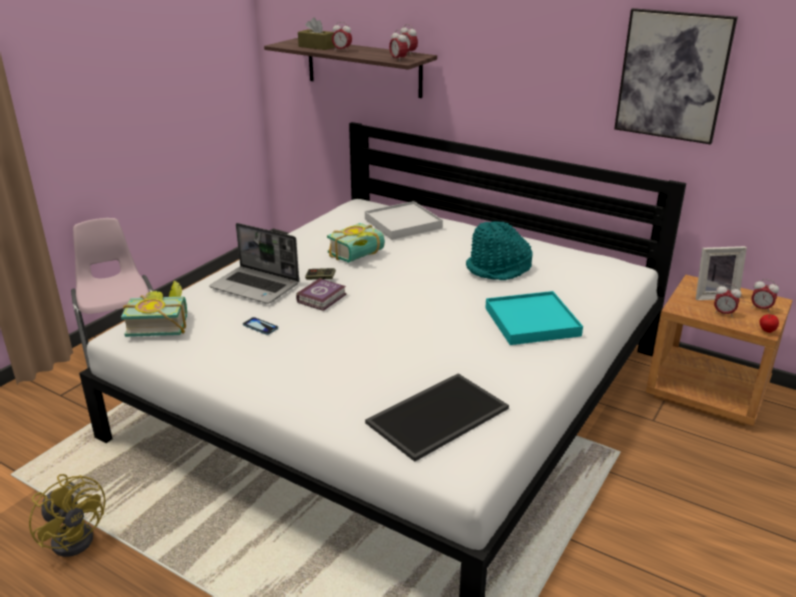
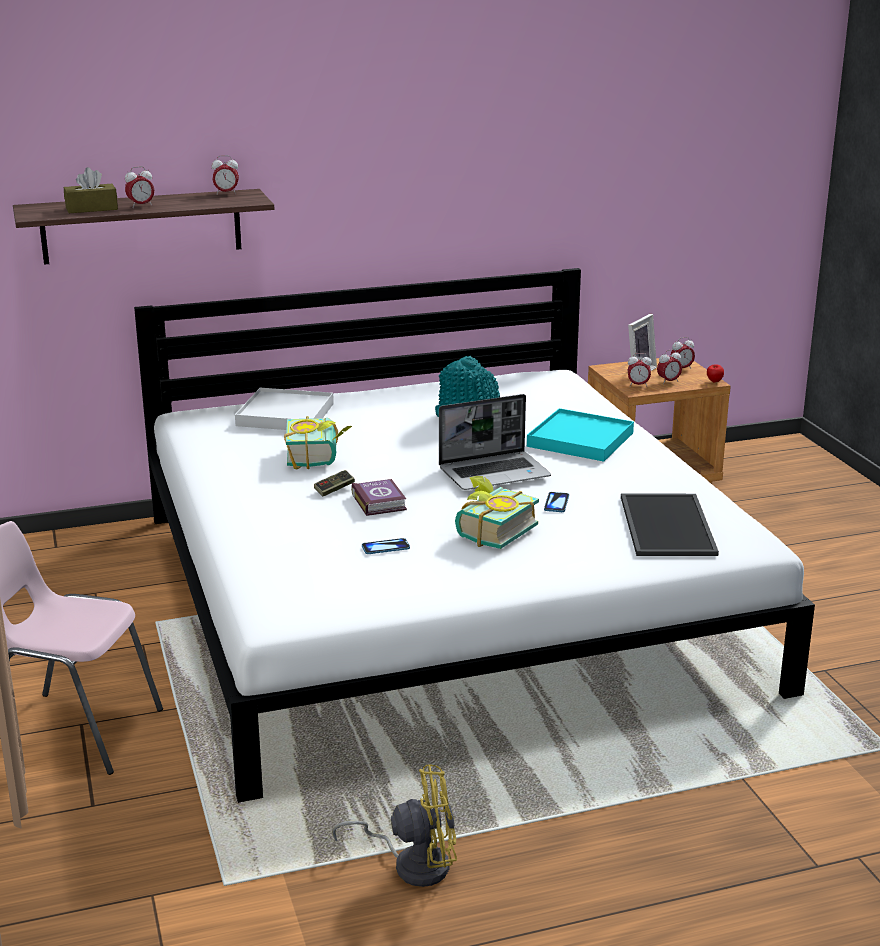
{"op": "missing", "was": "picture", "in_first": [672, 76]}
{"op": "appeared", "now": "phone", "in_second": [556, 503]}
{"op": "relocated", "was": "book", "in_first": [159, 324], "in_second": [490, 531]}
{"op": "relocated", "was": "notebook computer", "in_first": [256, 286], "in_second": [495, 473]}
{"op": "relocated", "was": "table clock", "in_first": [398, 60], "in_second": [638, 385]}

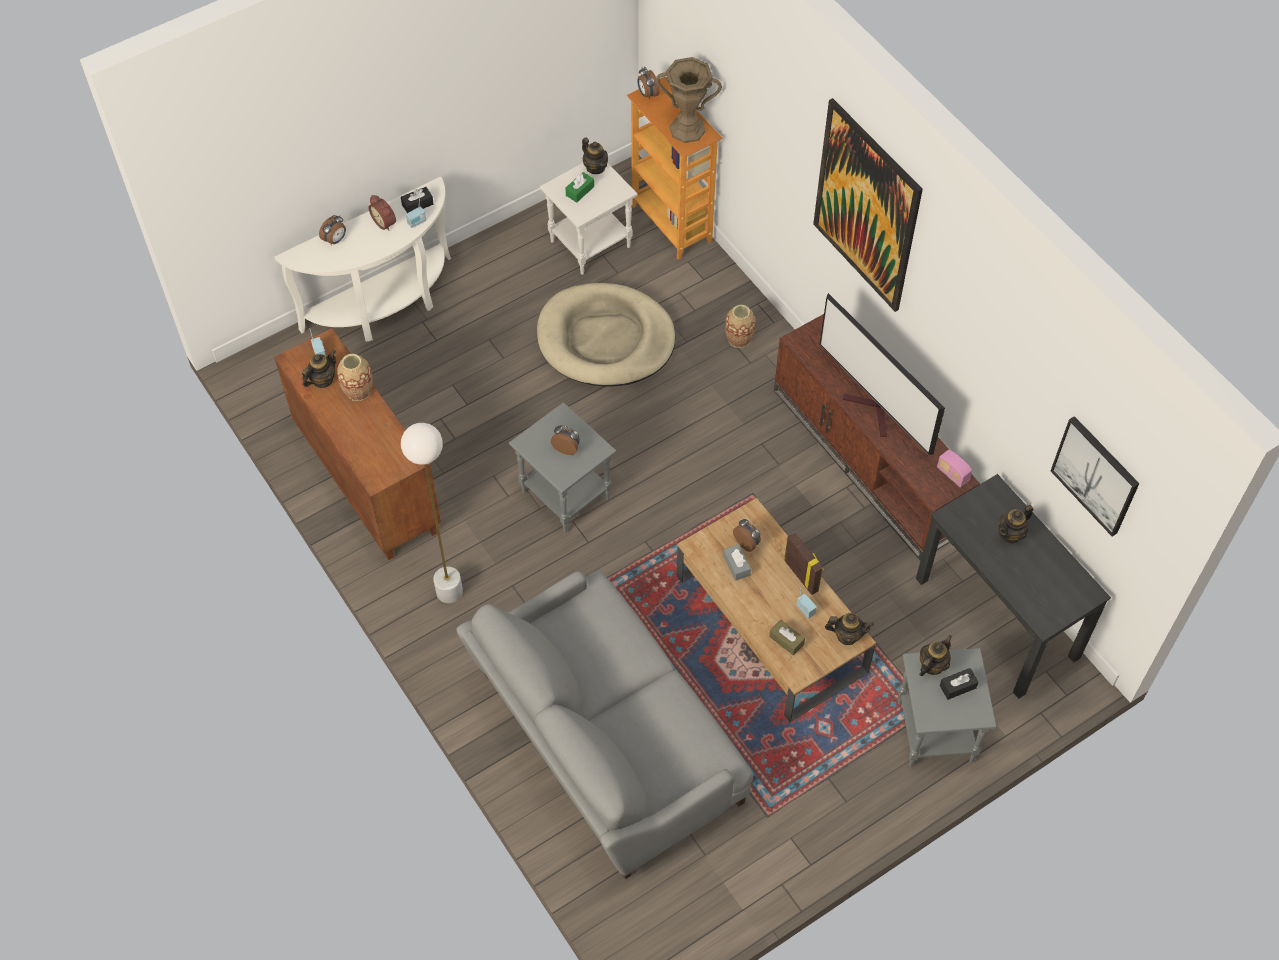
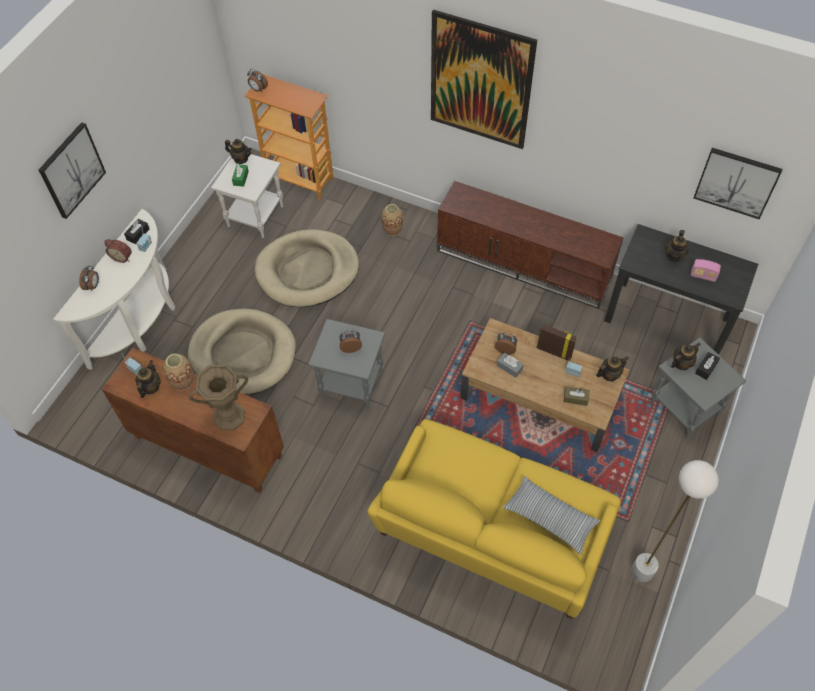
{"op": "missing", "was": "TV set", "in_first": [874, 411]}
{"op": "appeared", "now": "picture", "in_second": [71, 170]}
{"op": "appeared", "now": "pet bed in sand-coloured", "in_second": [243, 354]}
{"op": "appeared", "now": "throw pillow", "in_second": [550, 518]}
{"op": "relocated", "was": "floor lamp in white", "in_first": [449, 591], "in_second": [642, 571]}
{"op": "relocated", "was": "vase in brownish", "in_first": [687, 129], "in_second": [229, 416]}
{"op": "relocated", "was": "radio receiver", "in_first": [952, 474], "in_second": [703, 276]}
{"op": "colour", "was": "settee in greyish", "now": "settee in yellow", "in_first": [605, 739], "in_second": [491, 531]}
{"op": "spun", "was": "pot for tea", "in_first": [932, 665], "in_second": [681, 363], "clockwise": 45}

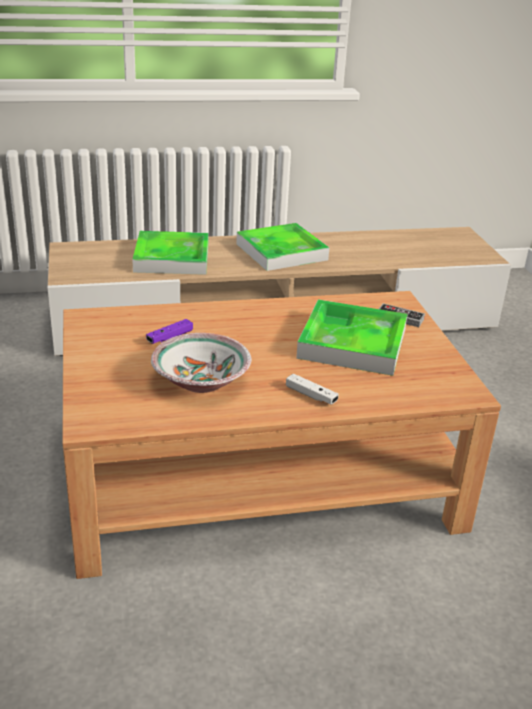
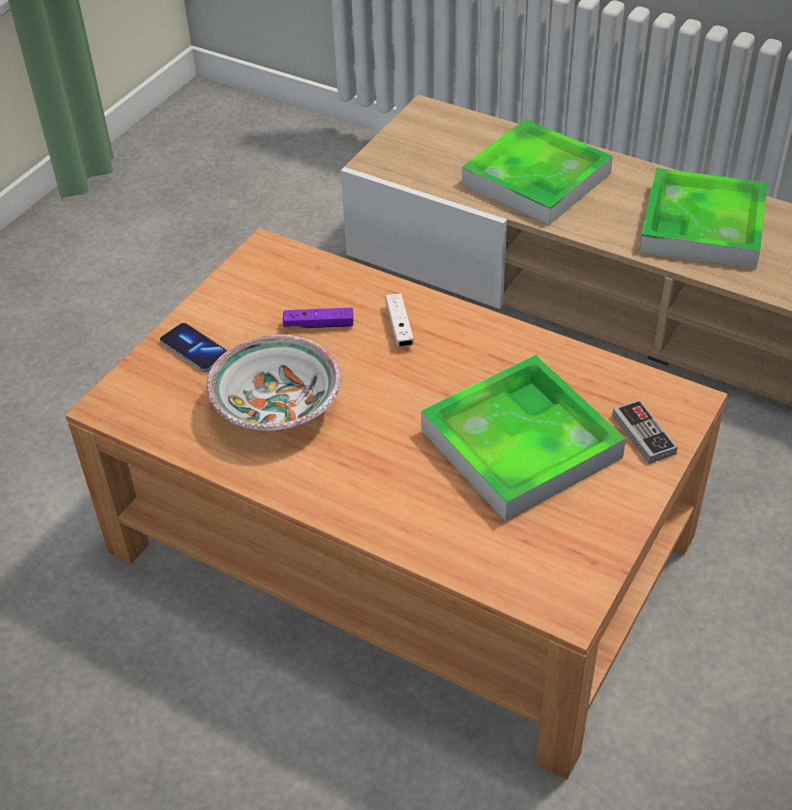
{"op": "appeared", "now": "phone", "in_second": [194, 349]}
{"op": "relocated", "was": "joypad in white", "in_first": [311, 395], "in_second": [399, 327]}

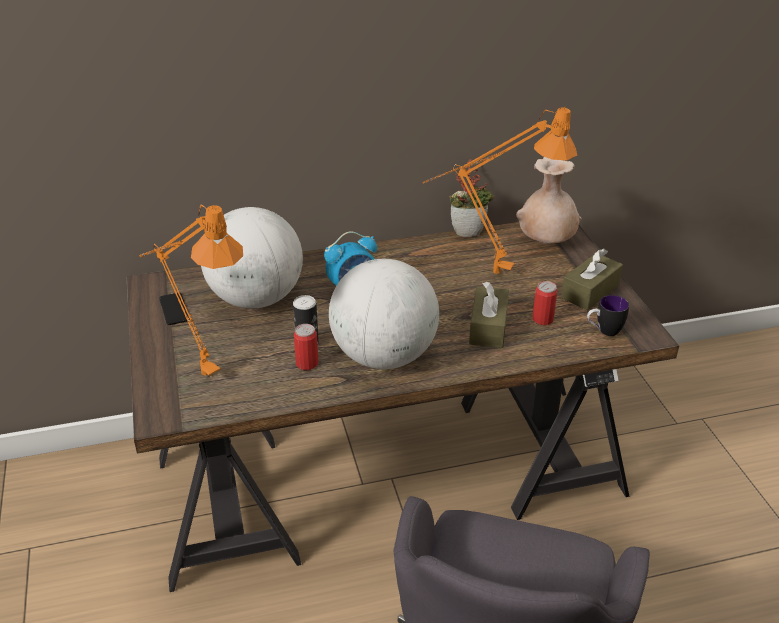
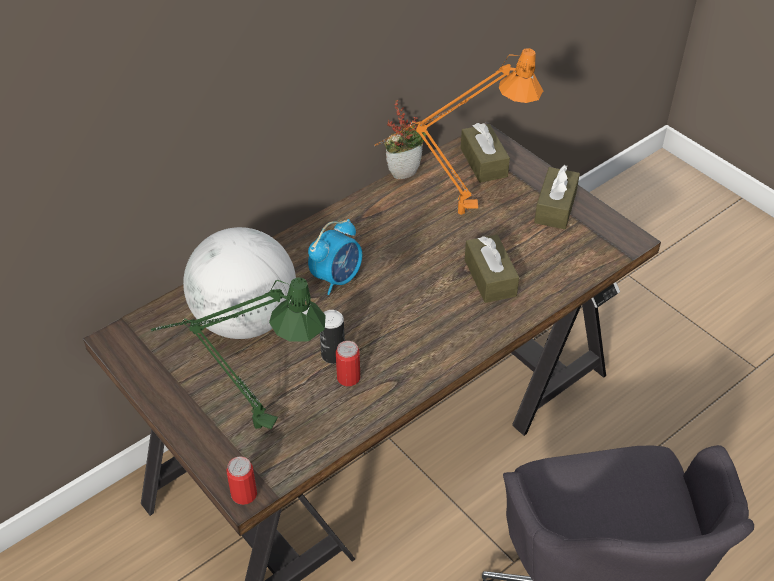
{"op": "missing", "was": "phone", "in_first": [174, 309]}
{"op": "missing", "was": "globe", "in_first": [384, 356]}
{"op": "missing", "was": "coffee mug", "in_first": [603, 331]}
{"op": "relocated", "was": "metal can", "in_first": [542, 319], "in_second": [244, 494]}
{"op": "exchanged", "was": "vase in sand-coloured", "now": "box of tissues in brownish", "in_first": [545, 242], "in_second": [483, 162]}
{"op": "colour", "was": "lamp for a table in orange-coloured", "now": "lamp for a table in green", "in_first": [199, 370], "in_second": [247, 424]}

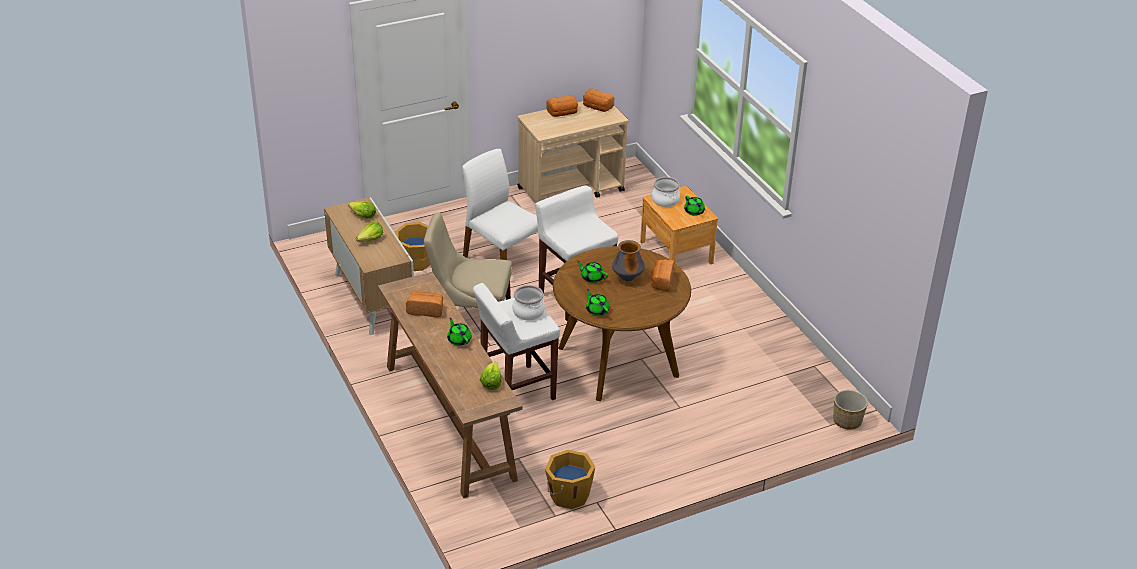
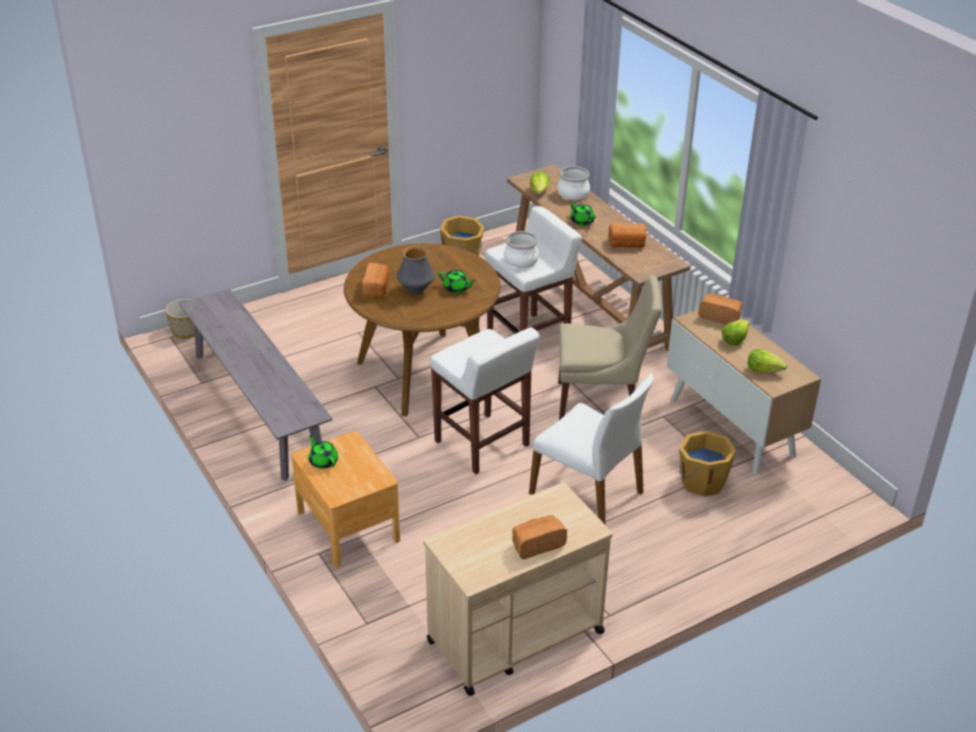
{"op": "missing", "was": "pot for tea in green", "in_first": [597, 310]}
{"op": "appeared", "now": "bench in greyish", "in_second": [257, 408]}
{"op": "relocated", "was": "bakery bread", "in_first": [597, 107], "in_second": [720, 317]}
{"op": "relocated", "was": "saucepot", "in_first": [665, 200], "in_second": [573, 193]}

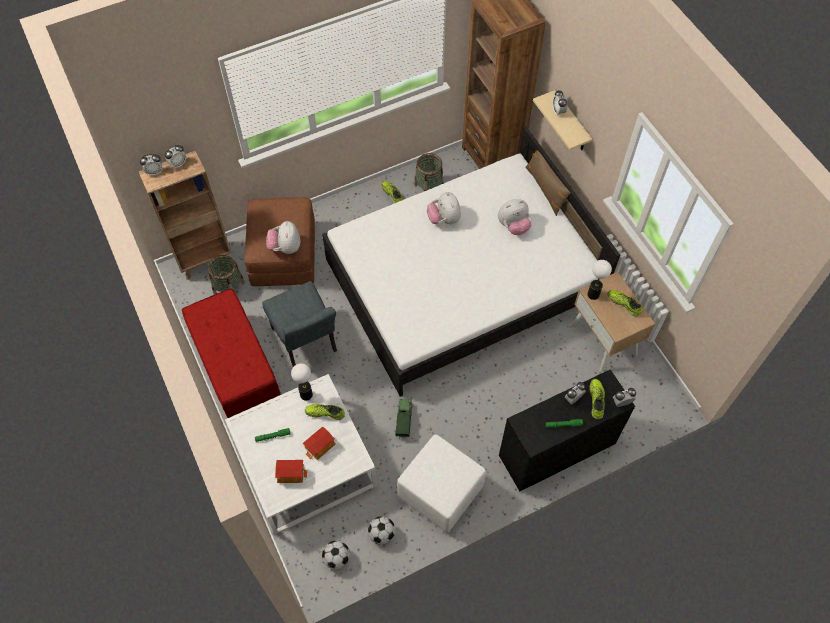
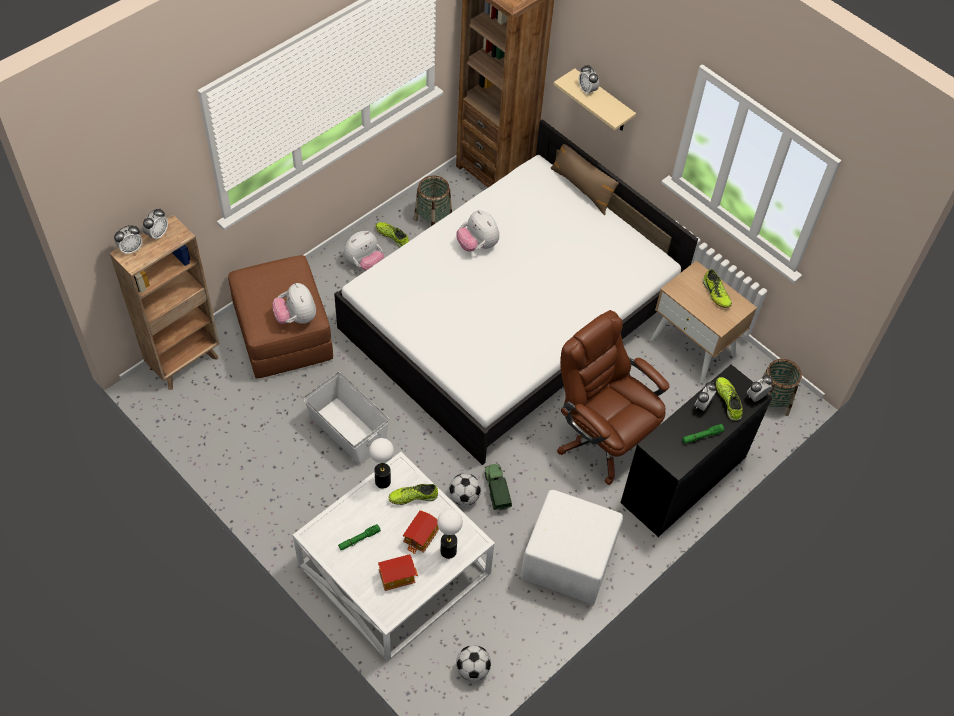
{"op": "missing", "was": "bench in red-coloured", "in_first": [236, 368]}
{"op": "appeared", "now": "computer chair in brownish", "in_second": [603, 438]}
{"op": "relocated", "was": "basket", "in_first": [229, 288], "in_second": [771, 402]}
{"op": "relocated", "was": "football", "in_first": [382, 534], "in_second": [464, 497]}
{"op": "relocated", "was": "cuddly toy", "in_first": [513, 226], "in_second": [364, 263]}
{"op": "relocated", "was": "lamp for a table", "in_first": [593, 294], "in_second": [448, 551]}
{"op": "exchanged", "was": "plain chair in greyish", "now": "storage box in white", "in_first": [306, 344], "in_second": [348, 431]}
{"op": "spun", "was": "low shoe", "in_first": [624, 304], "in_second": [716, 294], "clockwise": -135}

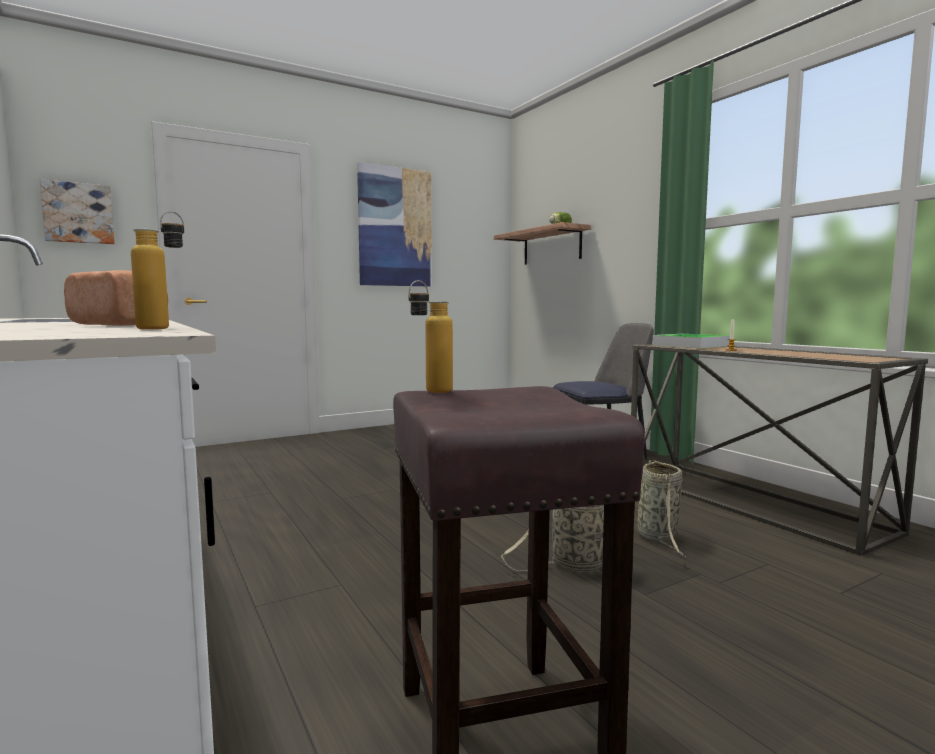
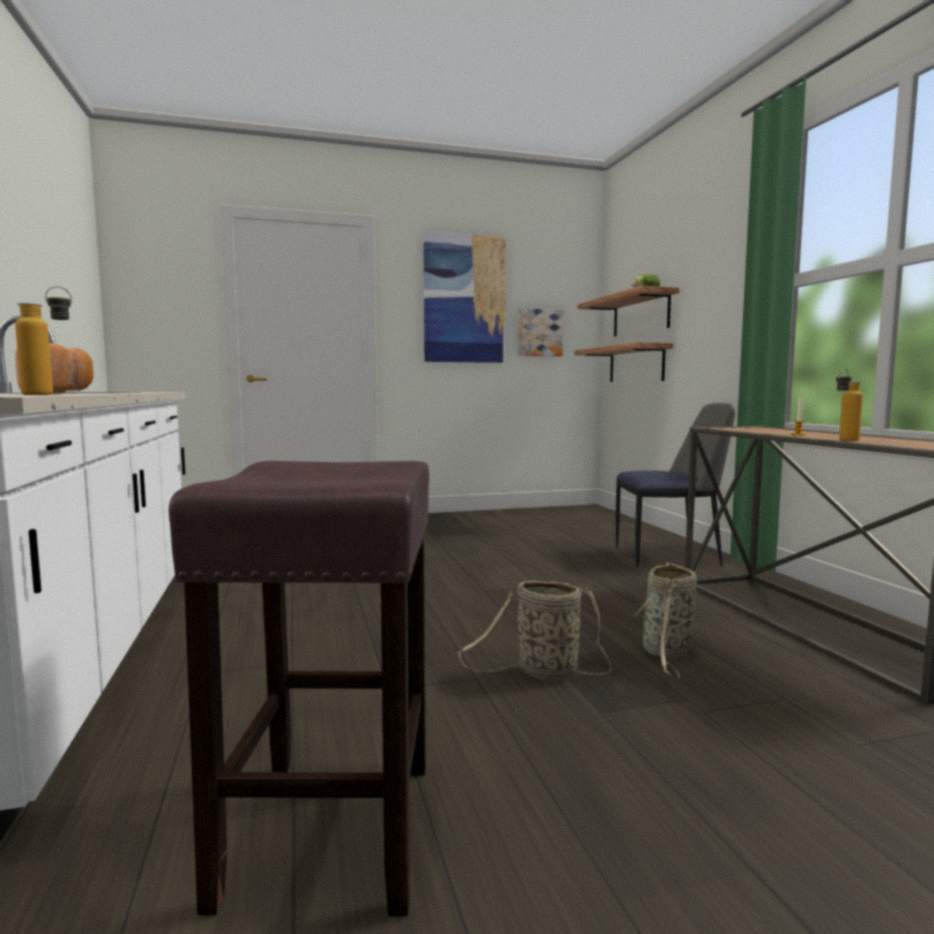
{"op": "missing", "was": "tray", "in_first": [690, 345]}
{"op": "appeared", "now": "bracket shelf", "in_second": [636, 364]}
{"op": "relocated", "was": "picture", "in_first": [78, 213], "in_second": [539, 332]}
{"op": "relocated", "was": "drink bottle", "in_first": [430, 392], "in_second": [844, 440]}

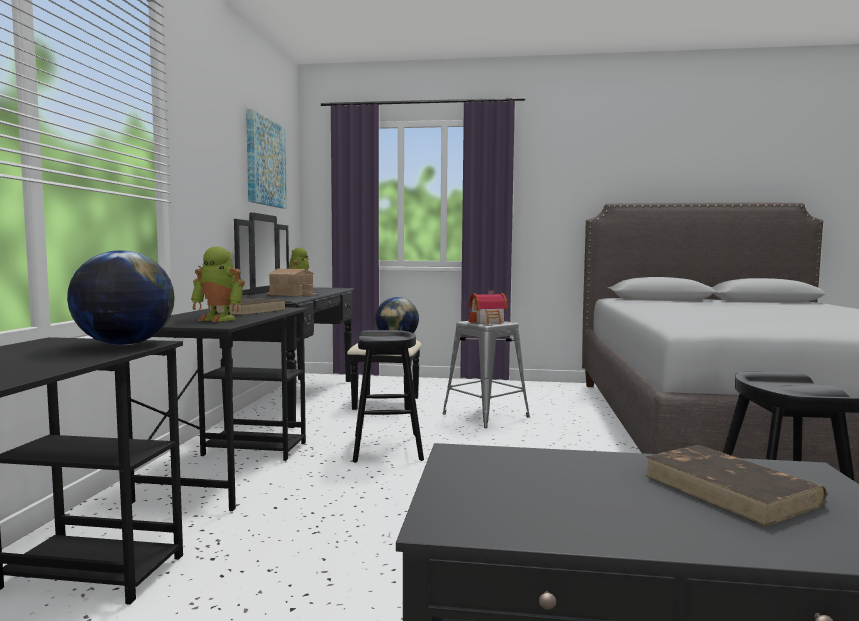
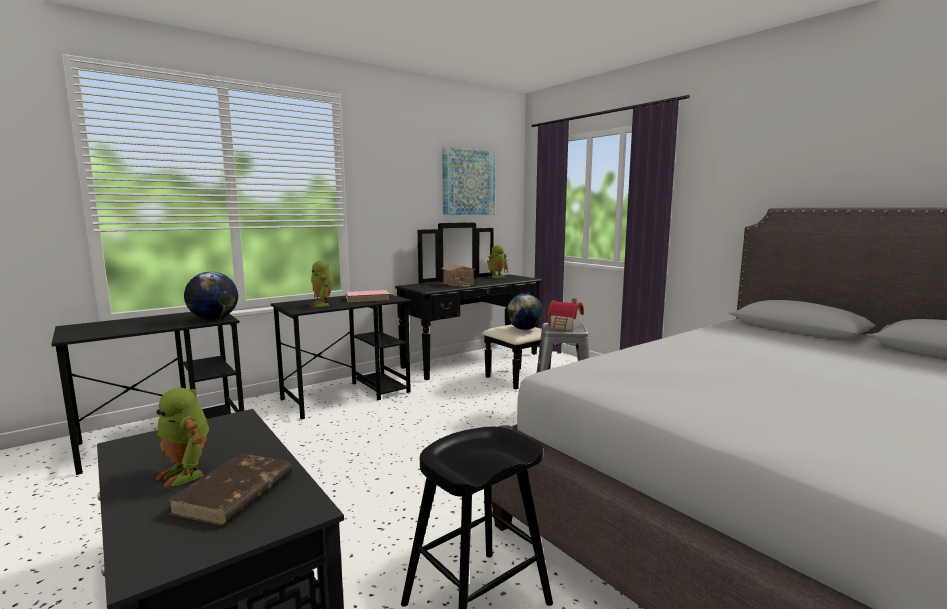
{"op": "missing", "was": "stool in blackish", "in_first": [387, 447]}
{"op": "appeared", "now": "model robot", "in_second": [187, 473]}
{"op": "colour", "was": "book in brownish", "now": "book in pink", "in_first": [249, 311], "in_second": [368, 299]}

